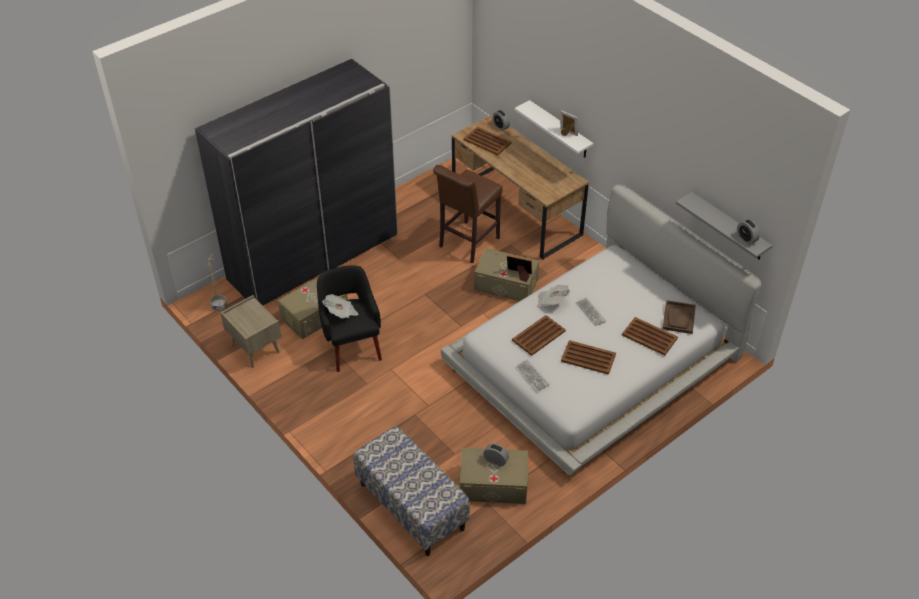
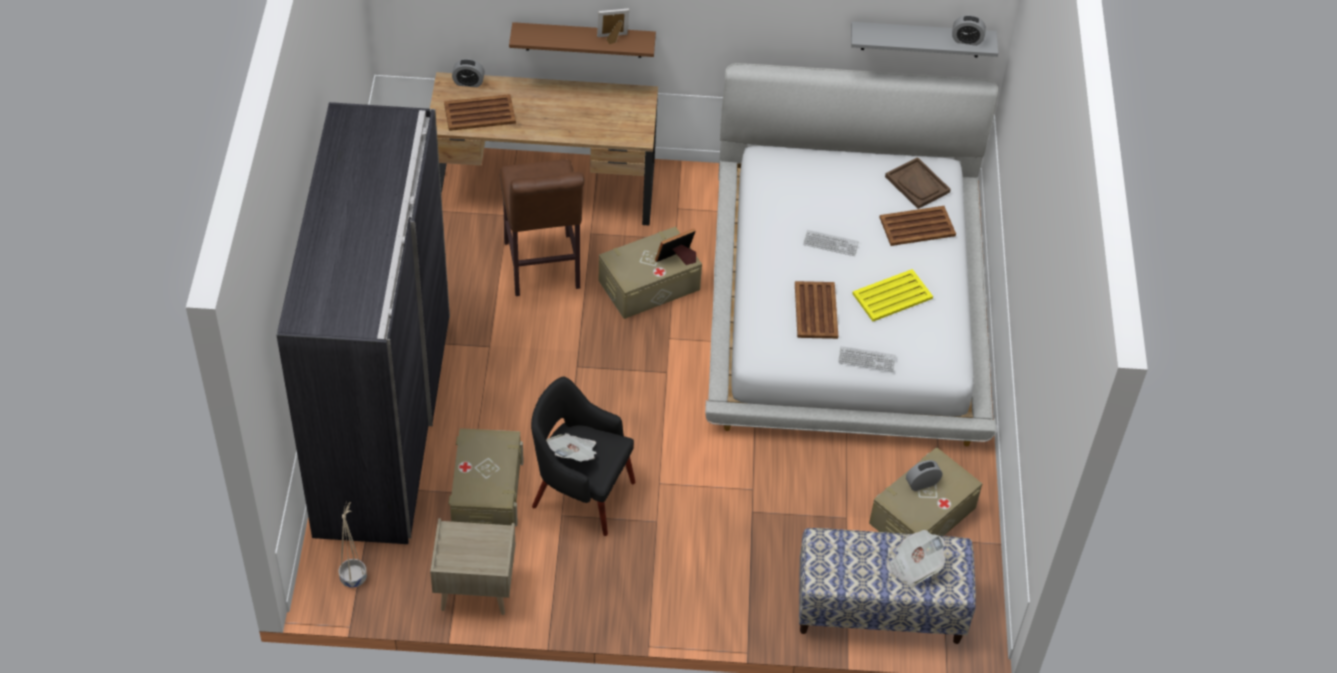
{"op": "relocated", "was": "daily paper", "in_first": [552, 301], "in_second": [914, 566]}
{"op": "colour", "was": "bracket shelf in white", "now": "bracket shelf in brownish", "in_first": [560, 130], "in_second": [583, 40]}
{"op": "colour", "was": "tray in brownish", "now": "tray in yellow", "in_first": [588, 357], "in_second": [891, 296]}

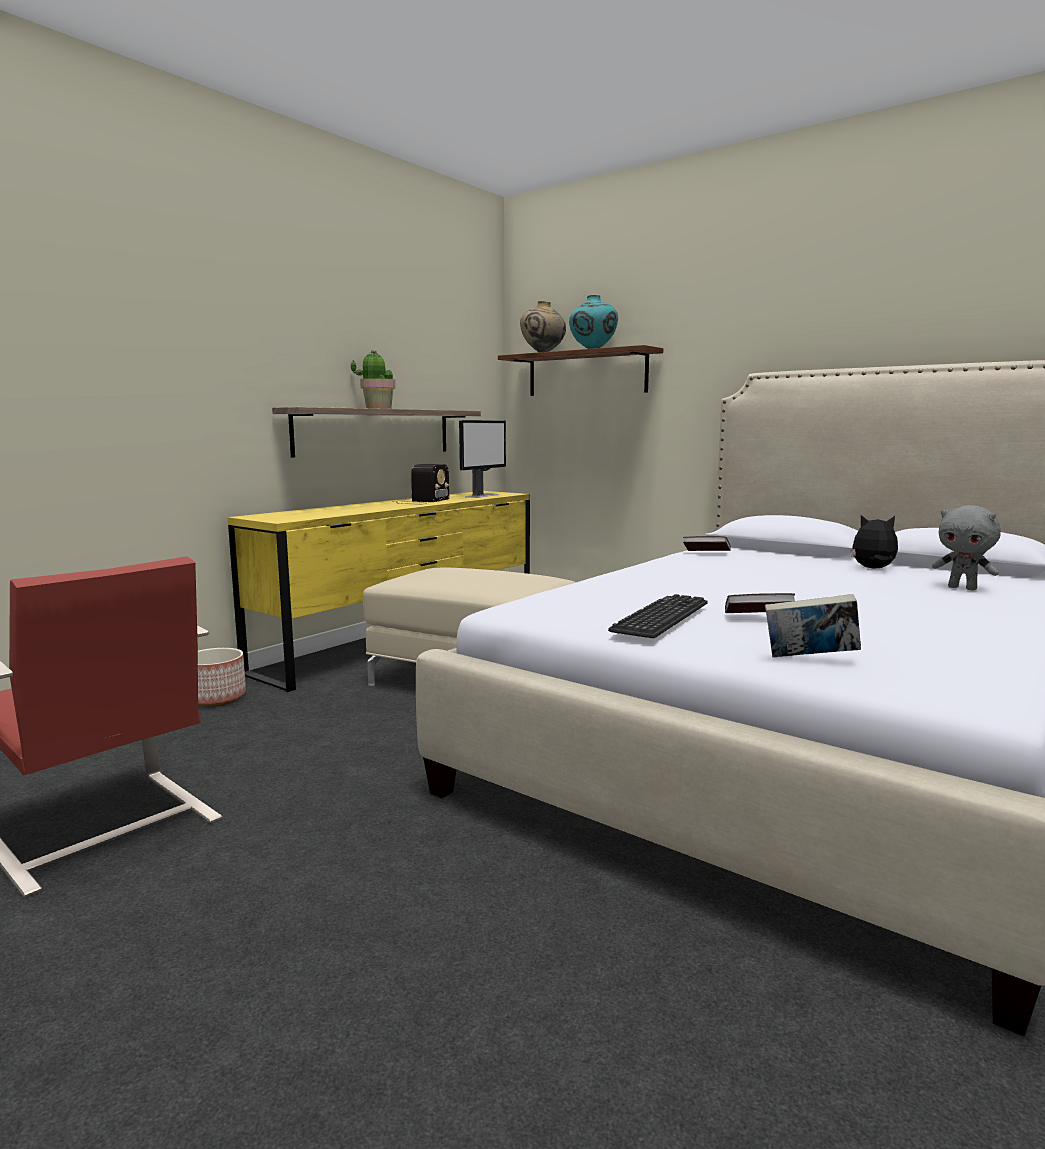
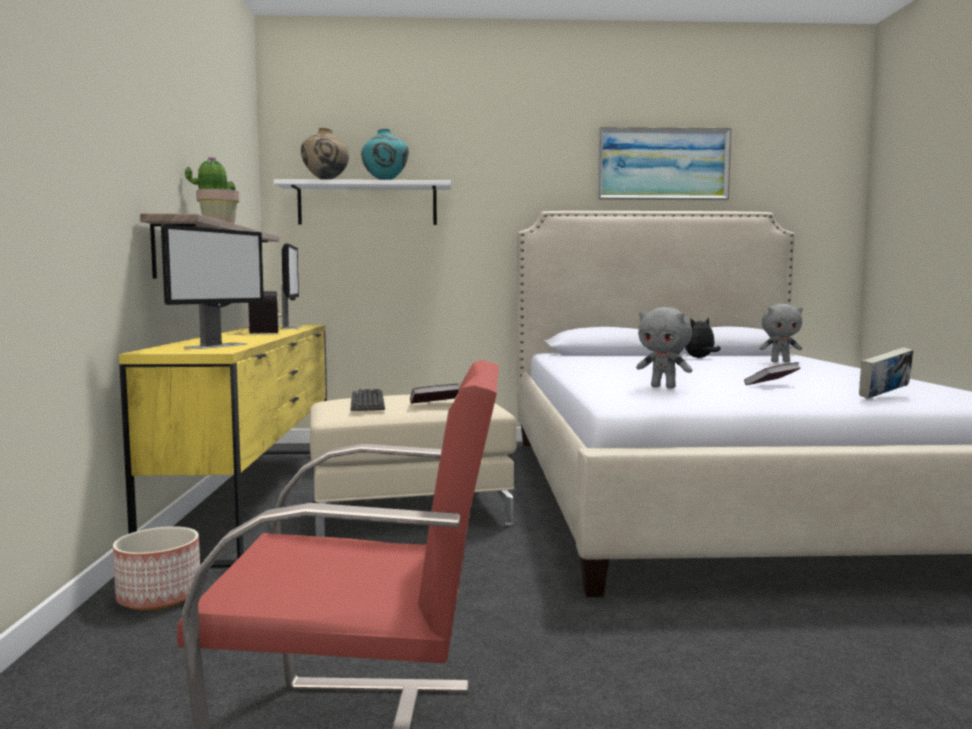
{"op": "appeared", "now": "computer screen", "in_second": [217, 346]}
{"op": "appeared", "now": "picture", "in_second": [663, 164]}
{"op": "appeared", "now": "cuddly toy in greyish", "in_second": [664, 387]}
{"op": "relocated", "was": "computer keyboard", "in_first": [661, 617], "in_second": [367, 401]}
{"op": "relocated", "was": "book", "in_first": [706, 553], "in_second": [434, 404]}
{"op": "colour", "was": "bracket shelf in brownish", "now": "bracket shelf in white", "in_first": [586, 373], "in_second": [367, 204]}

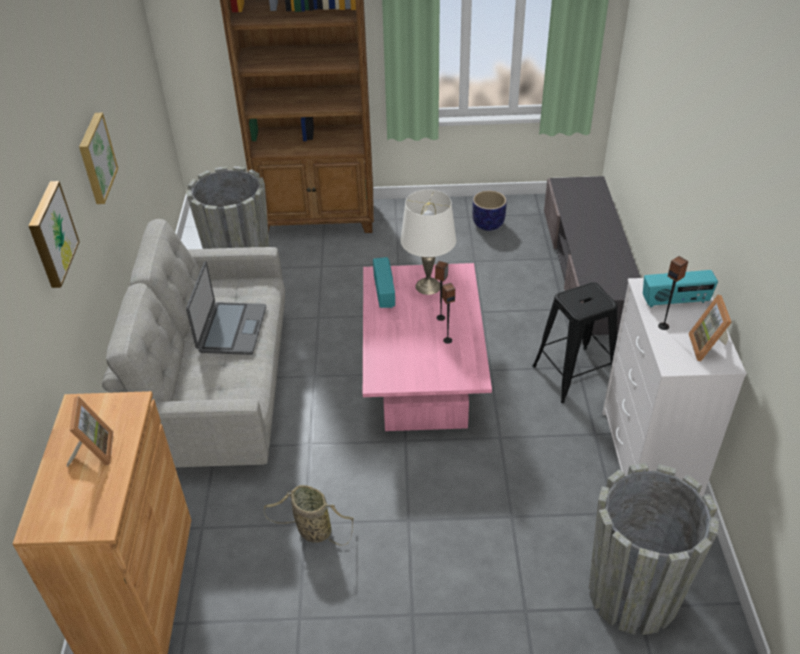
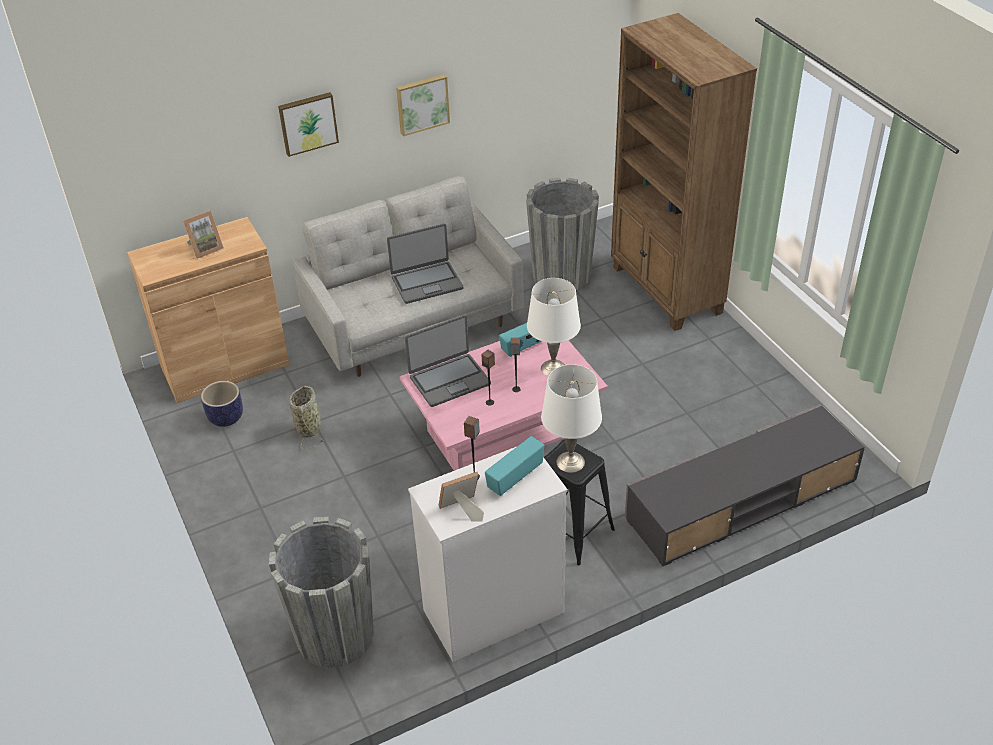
{"op": "appeared", "now": "notebook computer", "in_second": [449, 380]}
{"op": "appeared", "now": "lamp for a table in white", "in_second": [570, 461]}
{"op": "relocated", "was": "plant pot", "in_first": [488, 224], "in_second": [225, 418]}
{"op": "spun", "was": "radio receiver", "in_first": [675, 301], "in_second": [514, 477], "clockwise": 75}

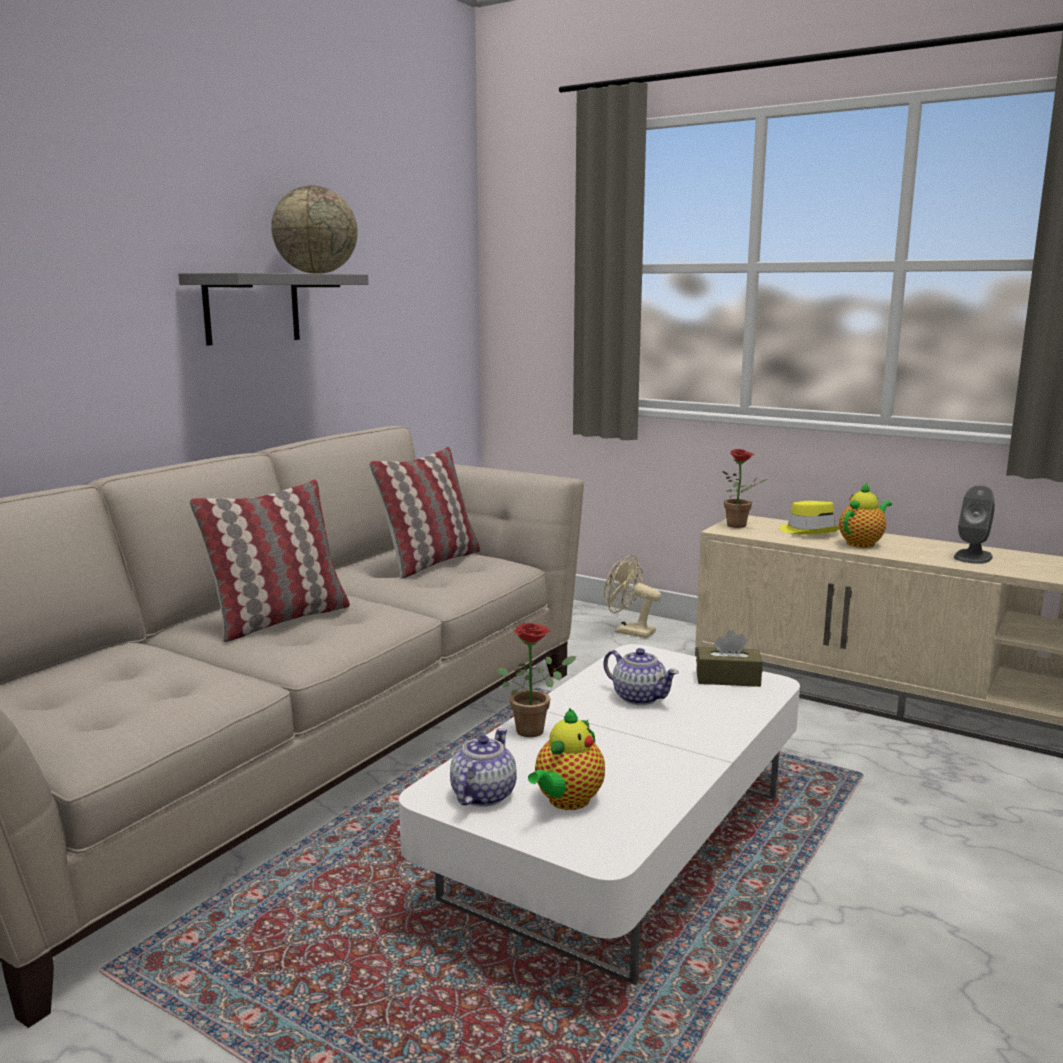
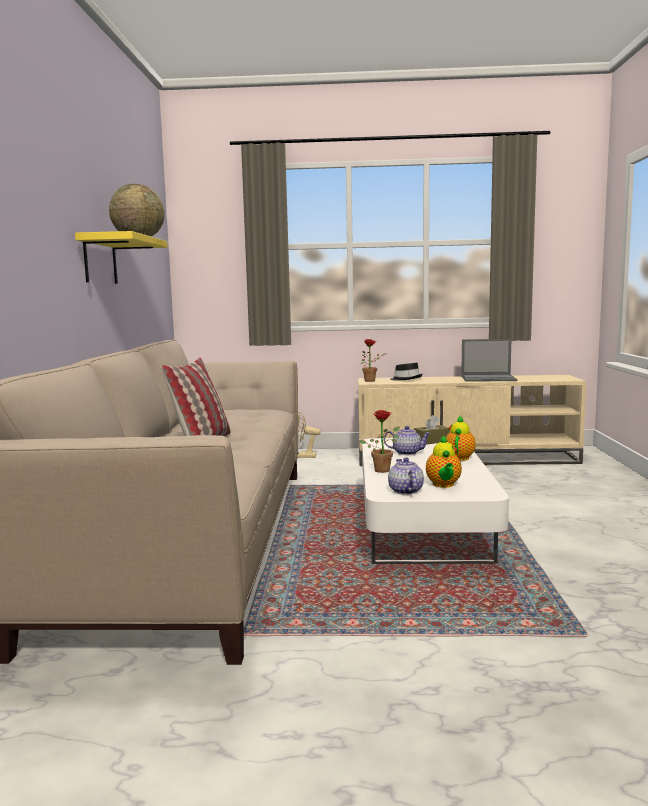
{"op": "missing", "was": "throw pillow", "in_first": [430, 562]}
{"op": "relocated", "was": "pot for tea", "in_first": [862, 543], "in_second": [460, 457]}
{"op": "exchanged", "was": "speaker in greyish", "now": "notebook computer", "in_first": [973, 557], "in_second": [489, 378]}
{"op": "colour", "was": "bracket shelf in greyish", "now": "bracket shelf in yellow", "in_first": [252, 308], "in_second": [100, 260]}
{"op": "colour", "was": "hat in yellow", "now": "hat in blackish", "in_first": [809, 531], "in_second": [406, 379]}

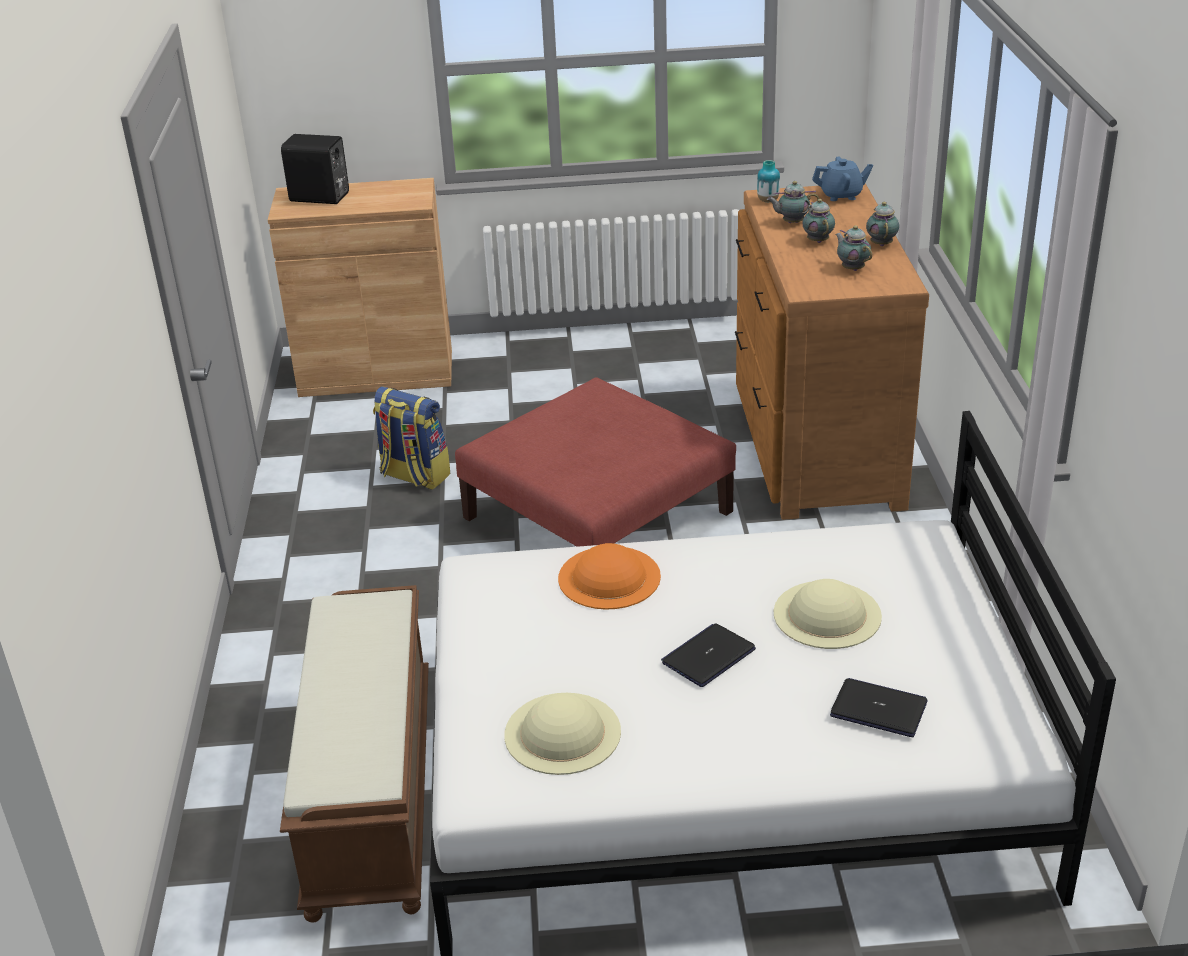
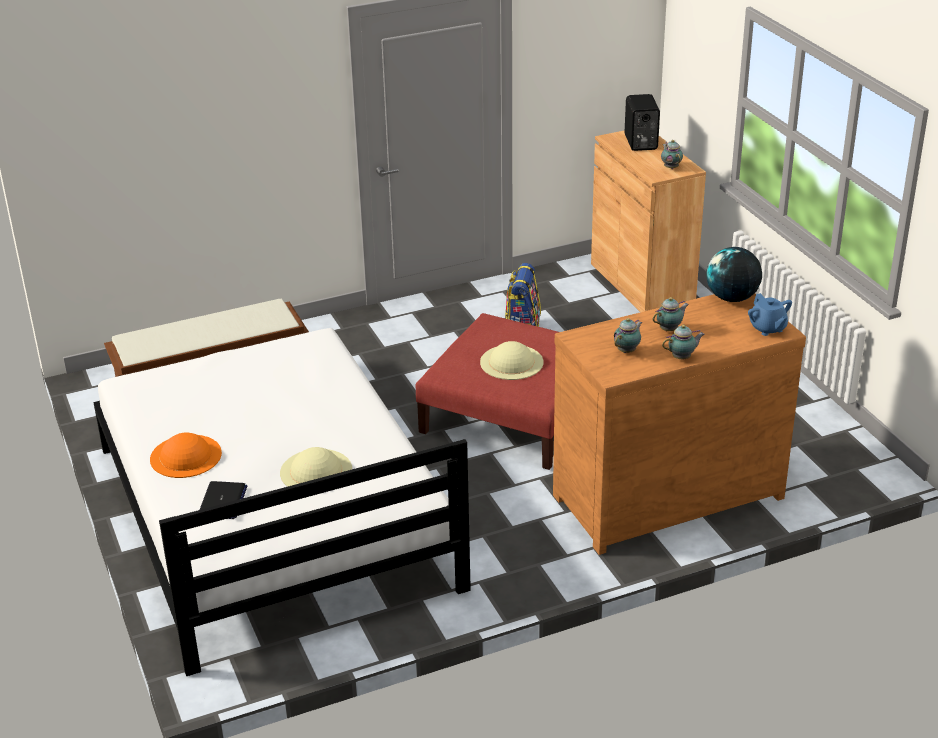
{"op": "missing", "was": "notebook computer", "in_first": [708, 656]}
{"op": "relocated", "was": "hat in sand-coloured", "in_first": [562, 733], "in_second": [511, 362]}
{"op": "relocated", "was": "hat in orange-coloured", "in_first": [609, 577], "in_second": [185, 456]}
{"op": "relocated", "was": "pot for tea", "in_first": [791, 222], "in_second": [670, 167]}
{"op": "exchanged", "was": "vase", "now": "globe", "in_first": [768, 201], "in_second": [732, 298]}

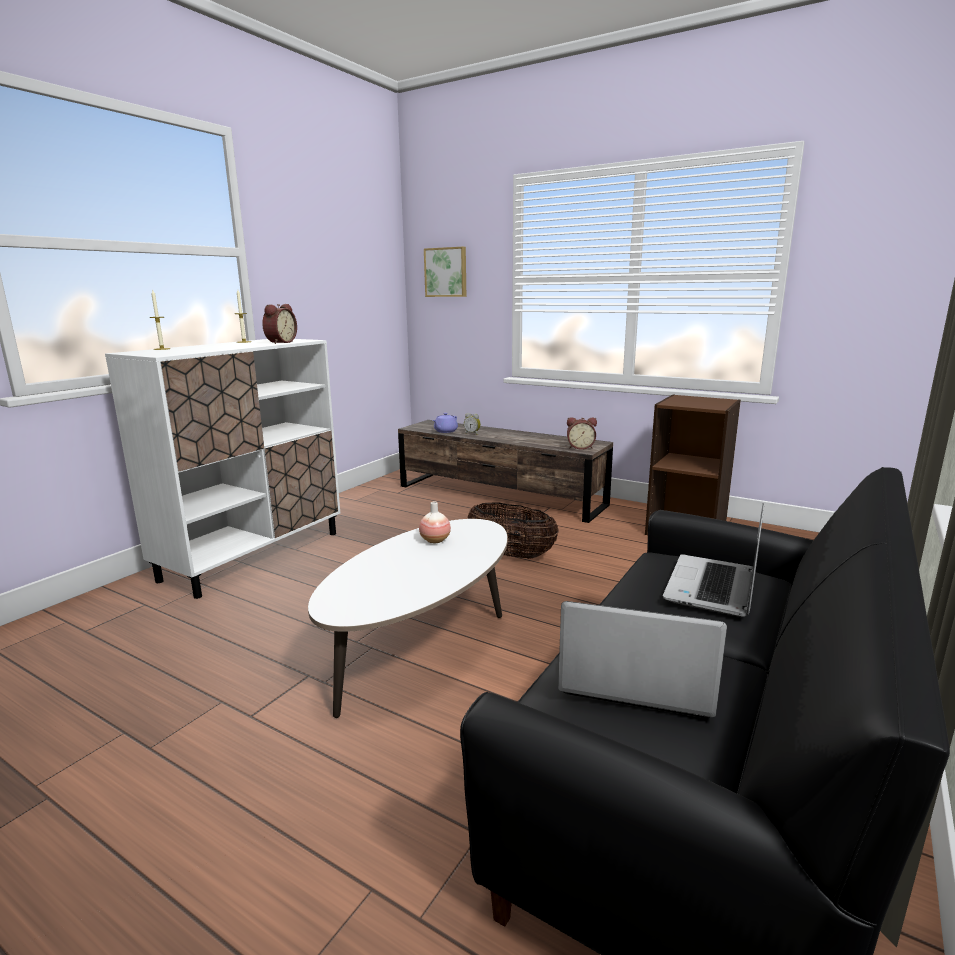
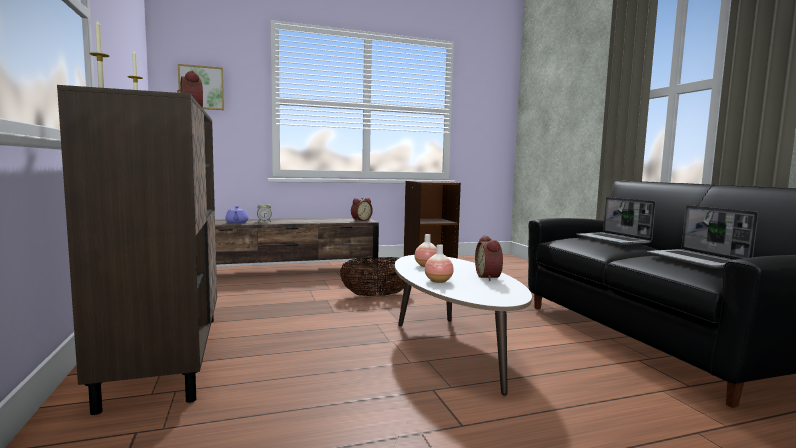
{"op": "appeared", "now": "vase", "in_second": [438, 281]}
{"op": "appeared", "now": "table clock", "in_second": [490, 277]}
{"op": "colour", "was": "cupboard in white", "now": "cupboard in brownish", "in_first": [254, 555], "in_second": [166, 356]}
{"op": "spun", "was": "notebook computer", "in_first": [633, 679], "in_second": [697, 260], "clockwise": -75}

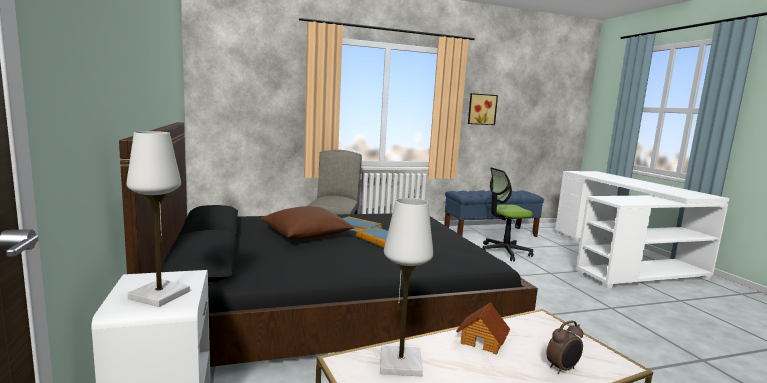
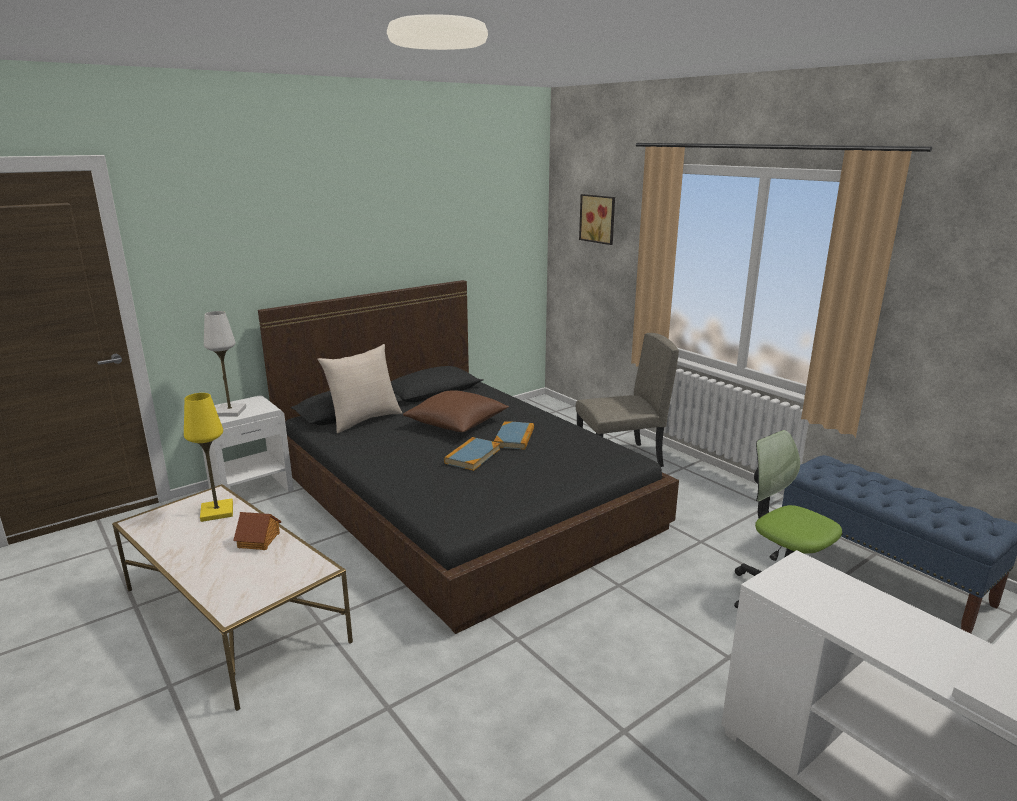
{"op": "missing", "was": "table clock", "in_first": [563, 369]}
{"op": "appeared", "now": "throw pillow in sand-coloured", "in_second": [364, 420]}
{"op": "relocated", "was": "picture", "in_first": [481, 109], "in_second": [598, 219]}
{"op": "colour", "was": "lamp for a table in white", "now": "lamp for a table in yellow", "in_first": [400, 363], "in_second": [217, 512]}

